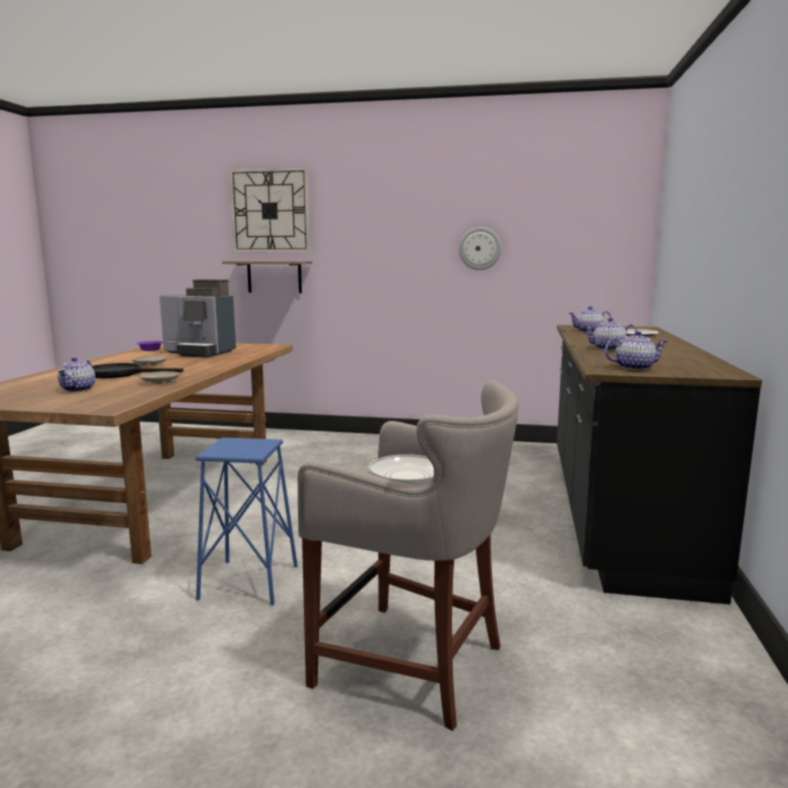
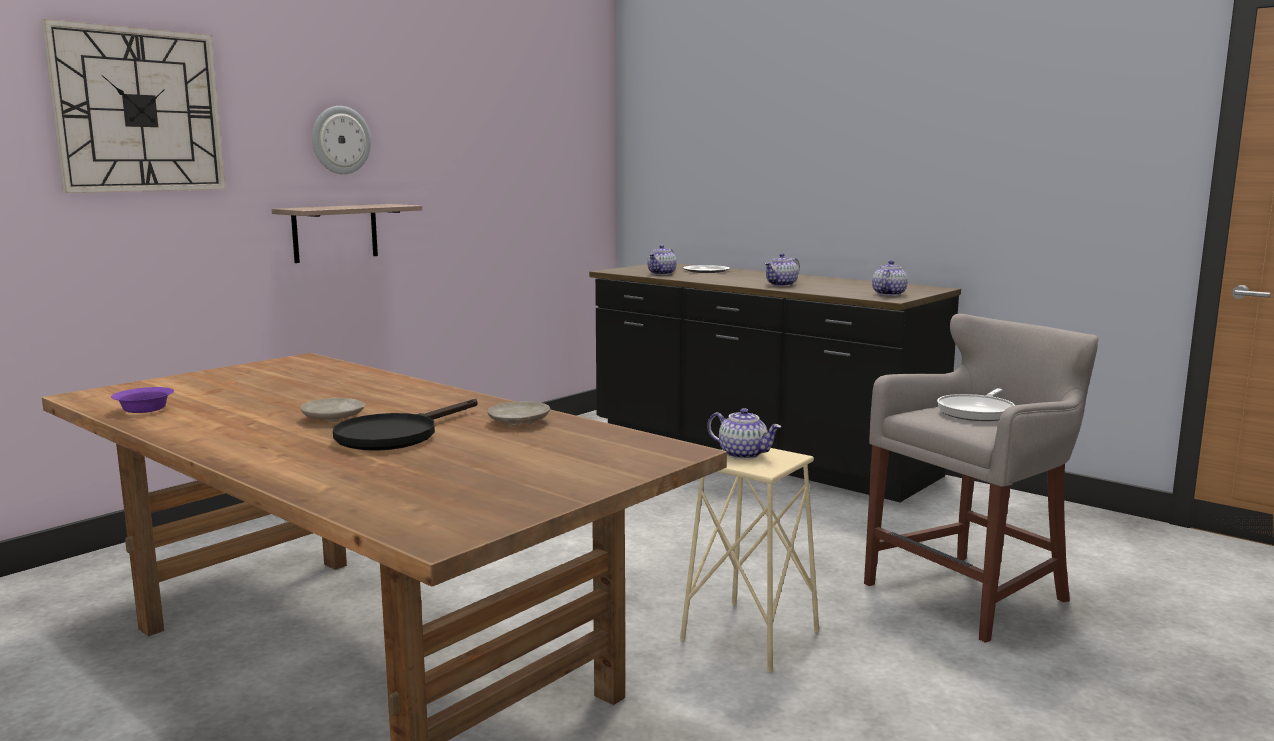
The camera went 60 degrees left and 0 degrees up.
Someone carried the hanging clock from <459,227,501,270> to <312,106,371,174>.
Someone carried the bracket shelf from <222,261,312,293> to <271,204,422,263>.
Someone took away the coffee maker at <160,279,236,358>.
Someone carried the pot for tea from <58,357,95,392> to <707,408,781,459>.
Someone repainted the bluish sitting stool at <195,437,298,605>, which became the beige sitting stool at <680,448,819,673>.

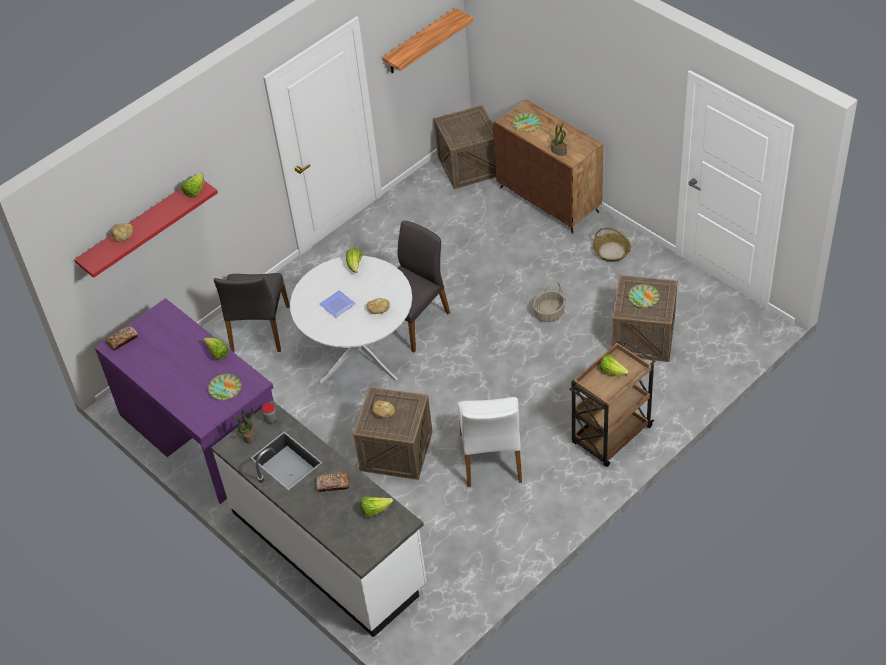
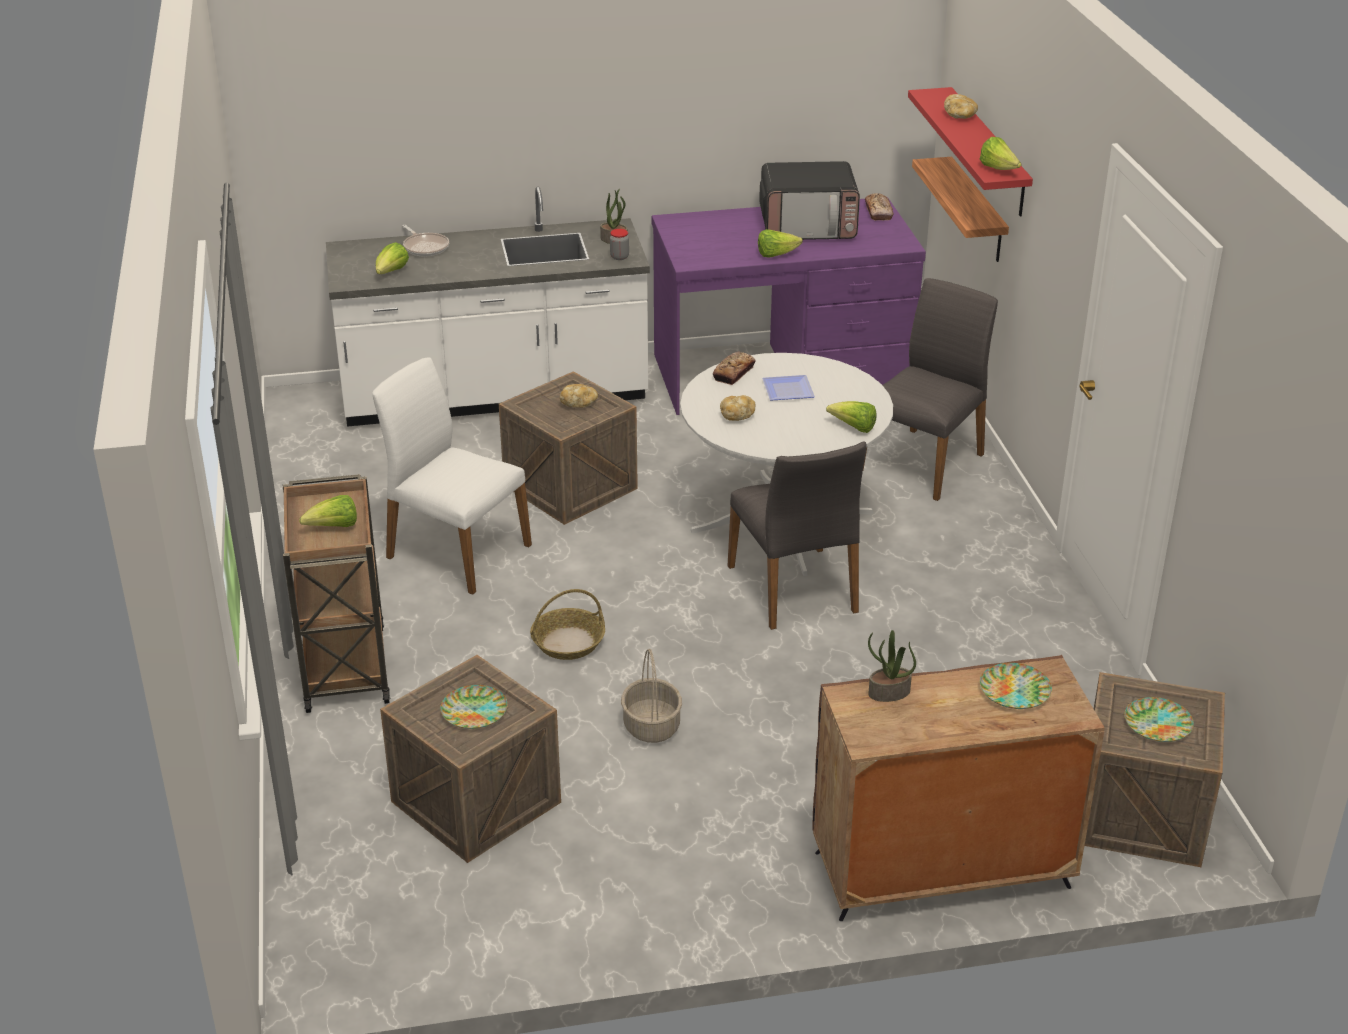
The camera went 120 degrees right and 15 degrees down.
Someone carried the bracket shelf from <382,8,473,73> to <912,157,1009,262>.
Someone carried the household basket from <593,228,631,262> to <530,589,605,660>.
Someone rotated the greyish plain chair at <214,273,290,352> by 90 degrees clockwise.
Someone carried the flat dish from <208,374,242,400> to <1125,697,1194,742>.
Someone carried the bread from <316,473,349,492> to <713,351,756,385>.
Someone put down the kitchen microwave at <759,161,860,240>.
Someone put down the pan at <402,225,449,256>.

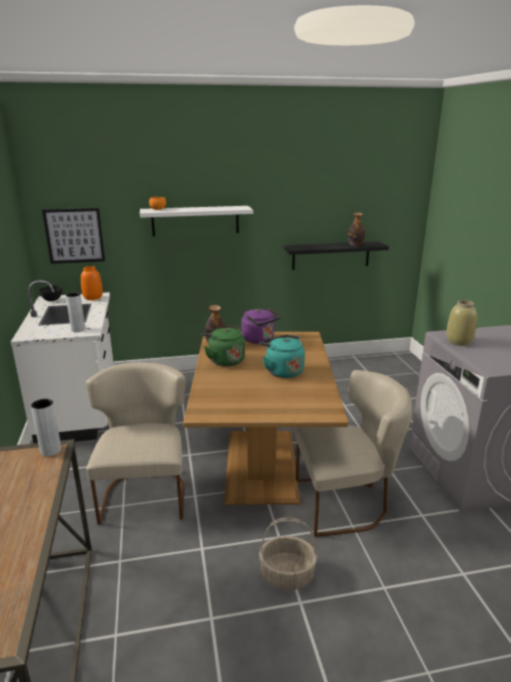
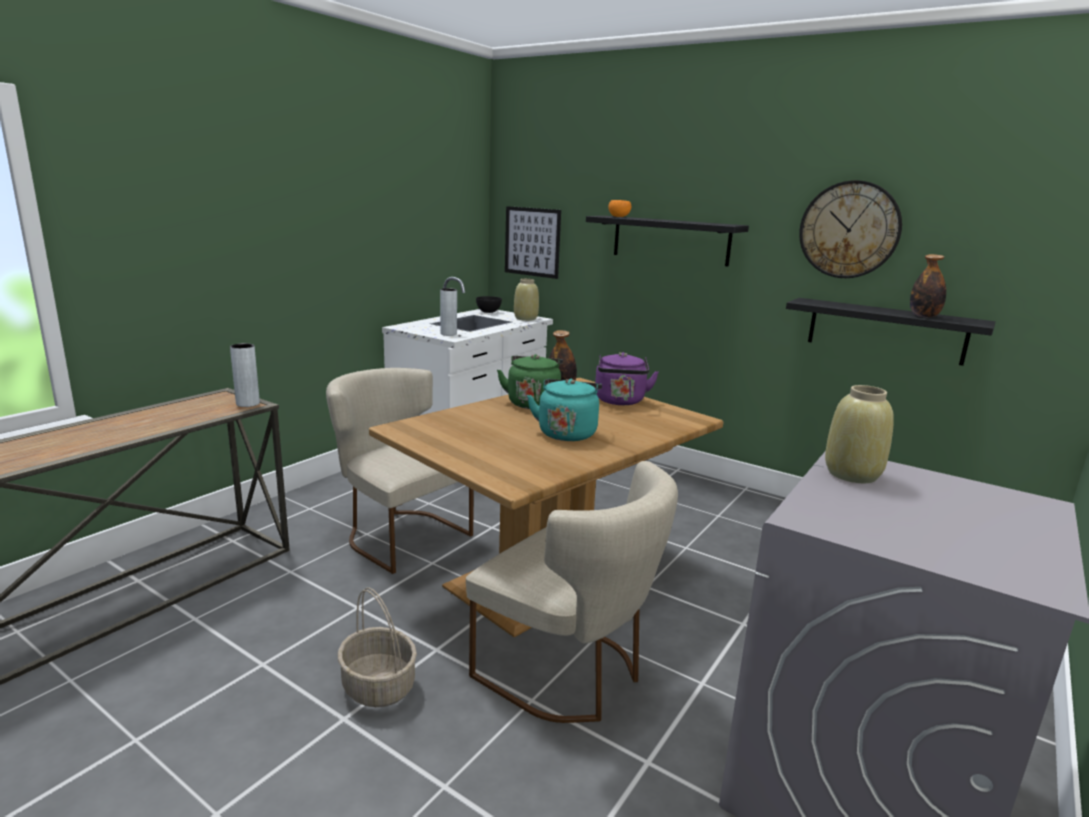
The camera went 45 degrees right and 5 degrees down.
Someone repainted the white bracket shelf at <140,206,253,236>, which became the black bracket shelf at <586,216,749,266>.
Someone repainted the orangey flower vase at <81,266,103,300>, which became the beige flower vase at <514,279,539,321>.
Someone rotated the beige plain chair at <86,362,186,525> by 90 degrees counterclockwise.
Someone put up the hanging clock at <799,180,902,278>.

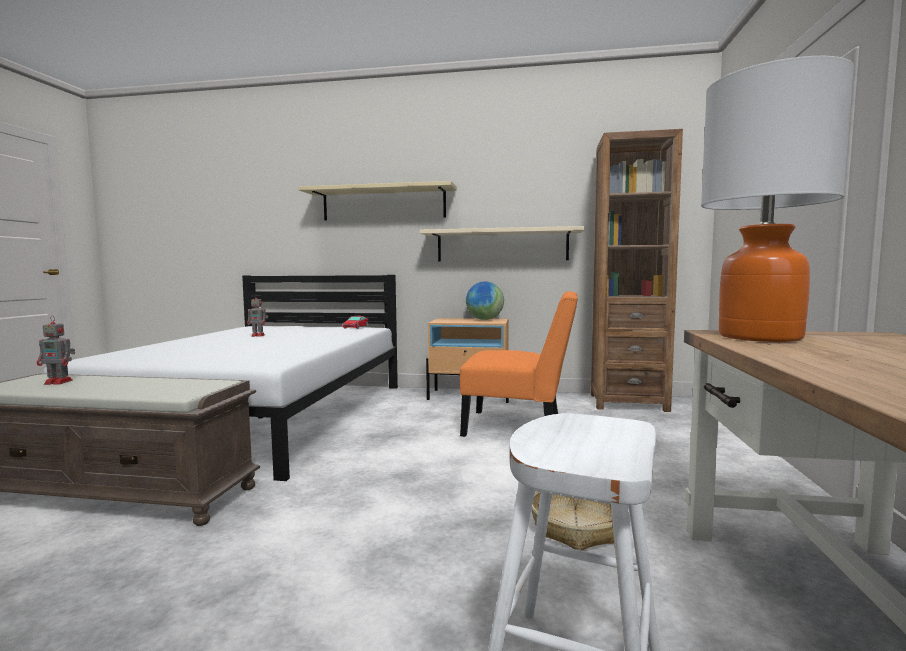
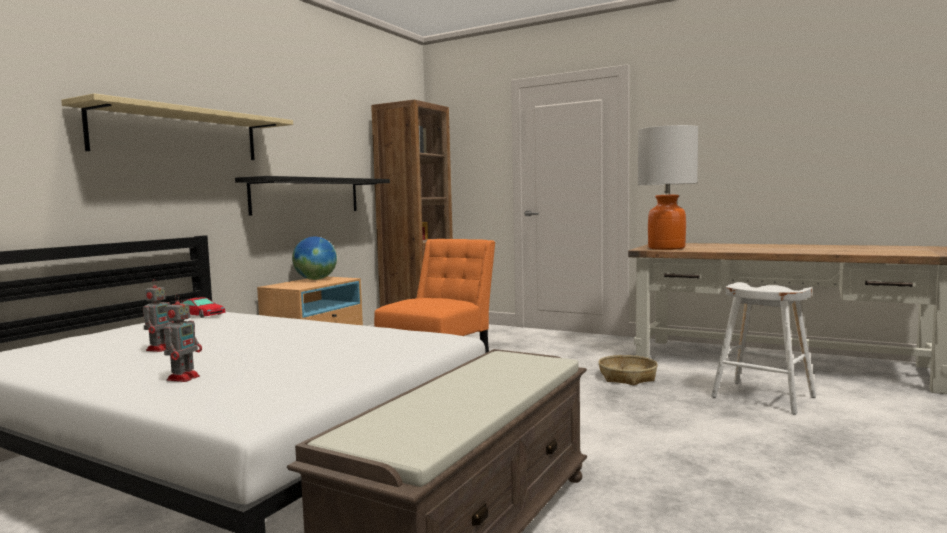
The camera went 70 degrees left and 0 degrees up.
Someone repainted the beige bracket shelf at <420,226,584,262>, which became the black bracket shelf at <235,176,390,216>.
Someone carried the robot figure from <37,316,75,385> to <164,294,202,382>.

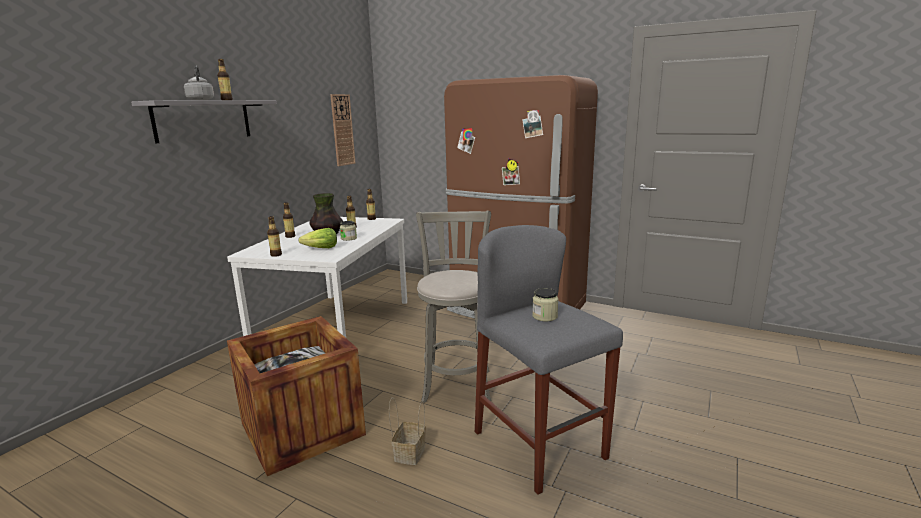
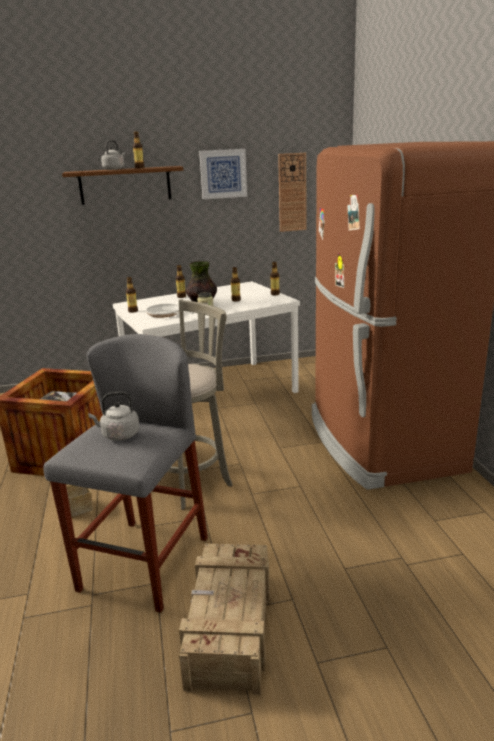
The camera went 50 degrees right and 5 degrees up.
Someone repainted the greyish bracket shelf at <131,100,277,143>, which became the brown bracket shelf at <62,166,183,205>.
Someone swapped the head of lettuce at <298,228,337,248> for the pan at <146,304,194,318>.
Someone swapped the preserve jar at <532,288,558,322> for the greyish kettle at <88,392,140,441>.
Someone put up the picture at <199,149,247,199>.
Someone put down the packing crate at <179,544,270,695>.

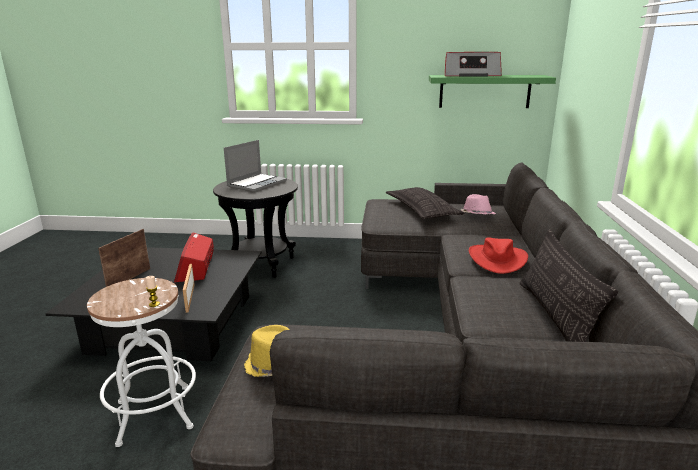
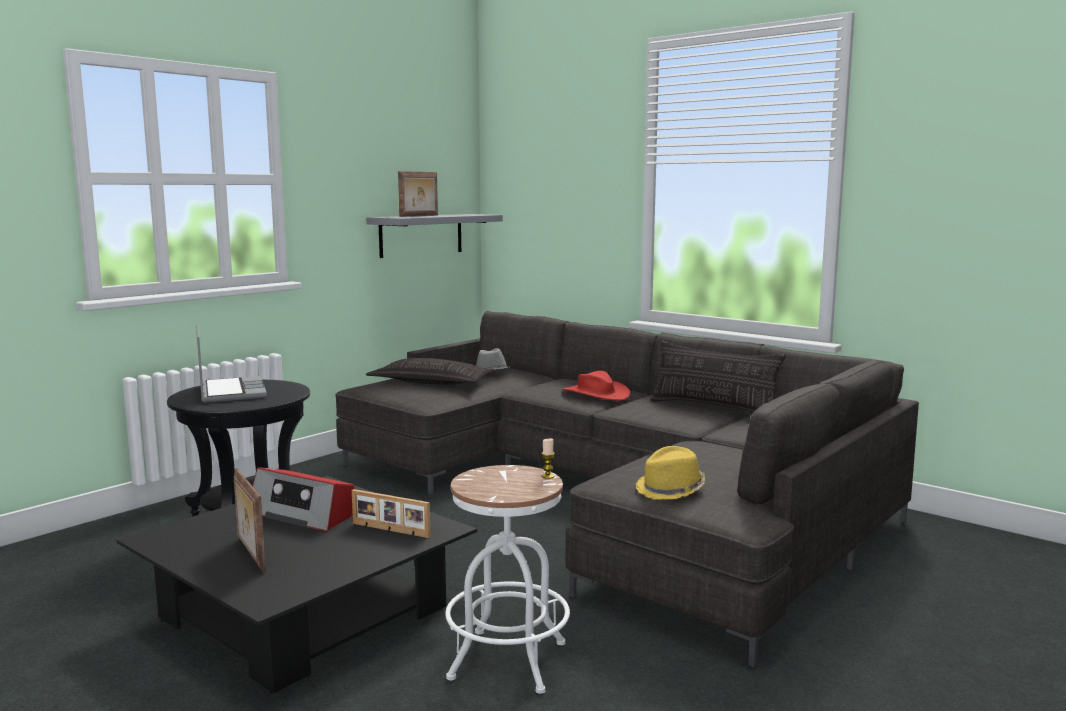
The camera went 55 degrees left and 10 degrees down.
Someone swapped the radio set at <445,52,502,77> for the standing frame at <398,171,438,217>.
Someone repainted the green bracket shelf at <429,75,556,108>, which became the greyish bracket shelf at <366,214,503,258>.
Someone repainted the pink wearable hat at <461,194,496,215>, which became the greyish wearable hat at <476,348,510,370>.

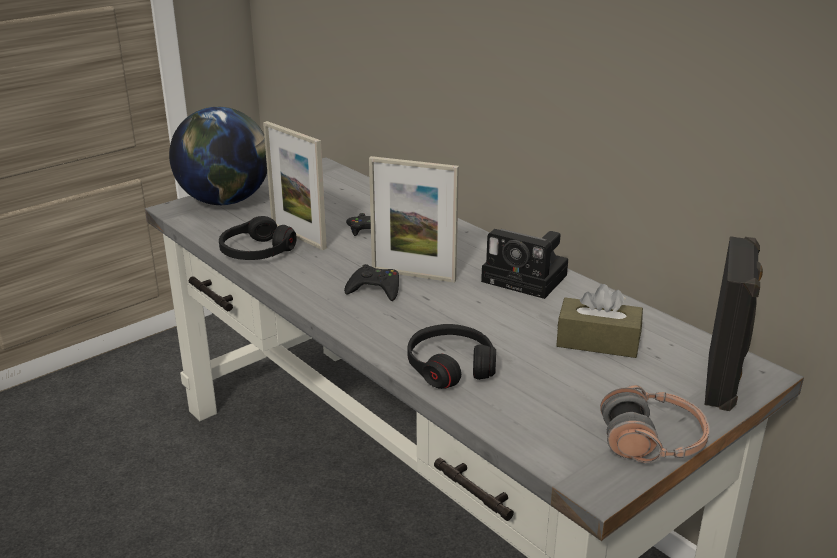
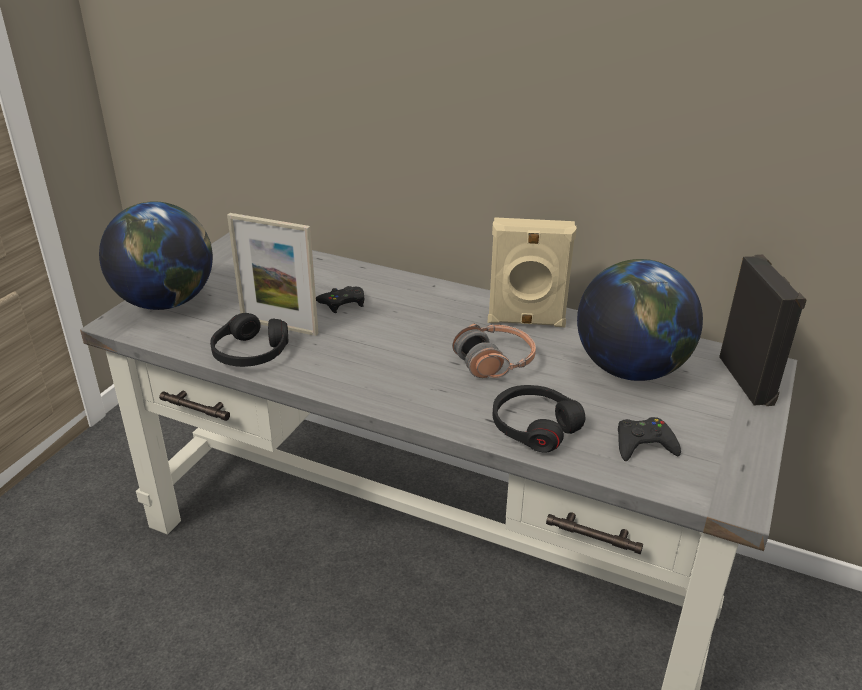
The camera went 25 degrees left and 5 degrees up.
Someone took away the standing frame at <369,156,459,283>.
Someone swapped the still camera at <481,229,568,299> for the beige loudspeaker at <488,217,577,327>.
Someone carried the black joypad from <344,264,399,301> to <618,417,681,461>.
Someone swapped the brown box of tissues at <556,284,643,358> for the world globe at <577,259,703,381>.
Someone carried the headphones from <600,385,710,463> to <452,324,536,378>.

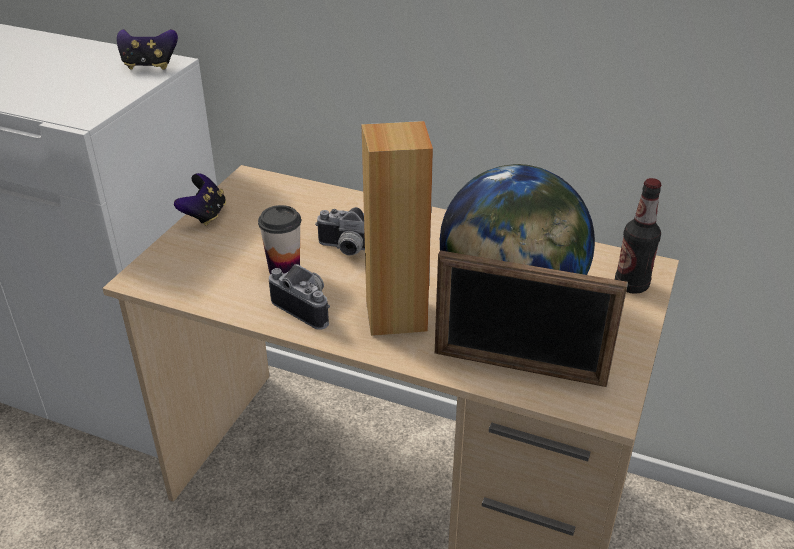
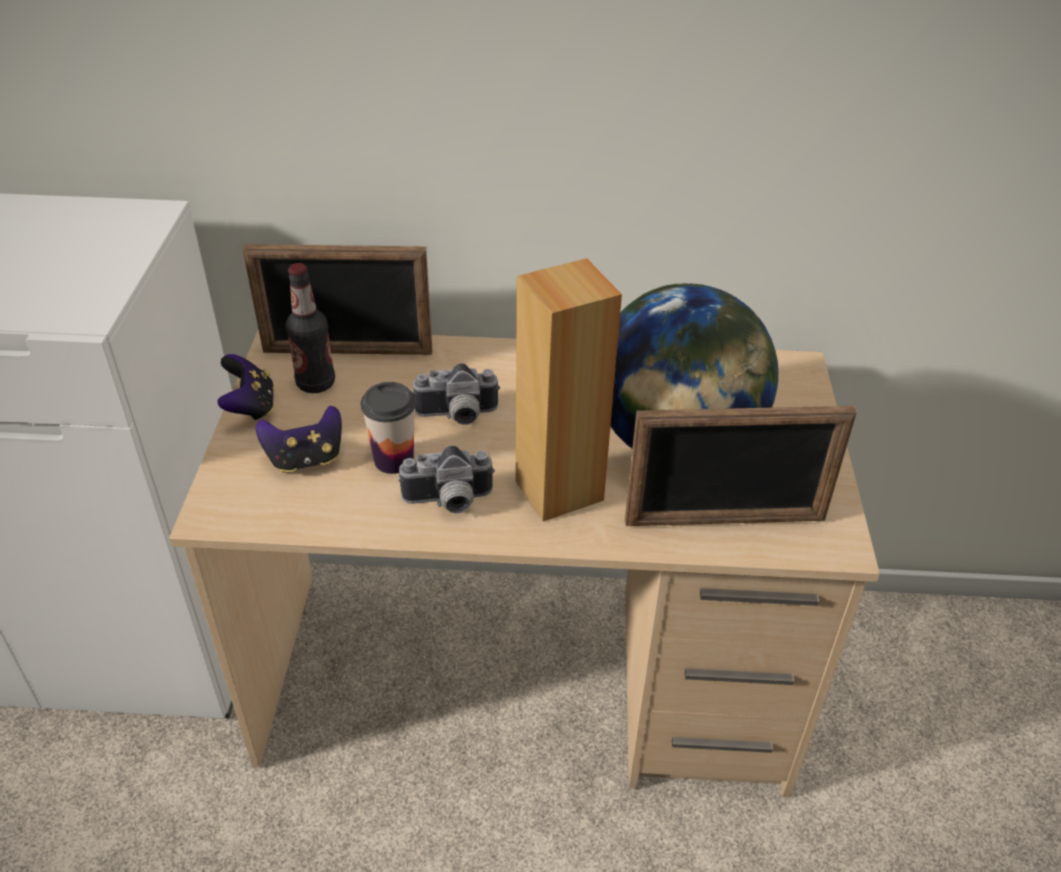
The camera went 20 degrees left and 5 degrees up.
Someone carried the joypad from <117,29,178,70> to <256,406,342,472>.
Someone carried the beverage bottle from <615,178,662,294> to <286,263,335,393>.
Someone rotated the still camera at <269,264,330,330> by 150 degrees clockwise.
Someone put down the standing frame at <243,244,433,355>.

